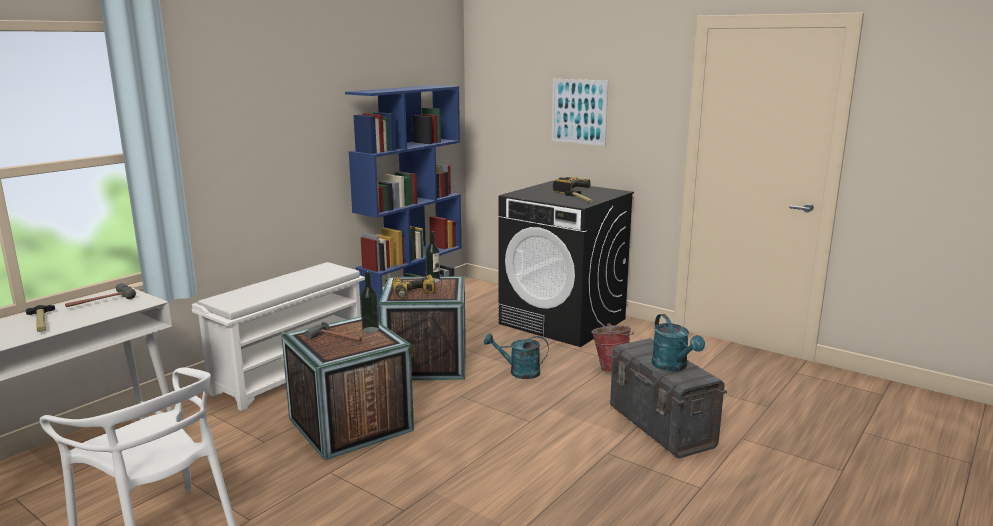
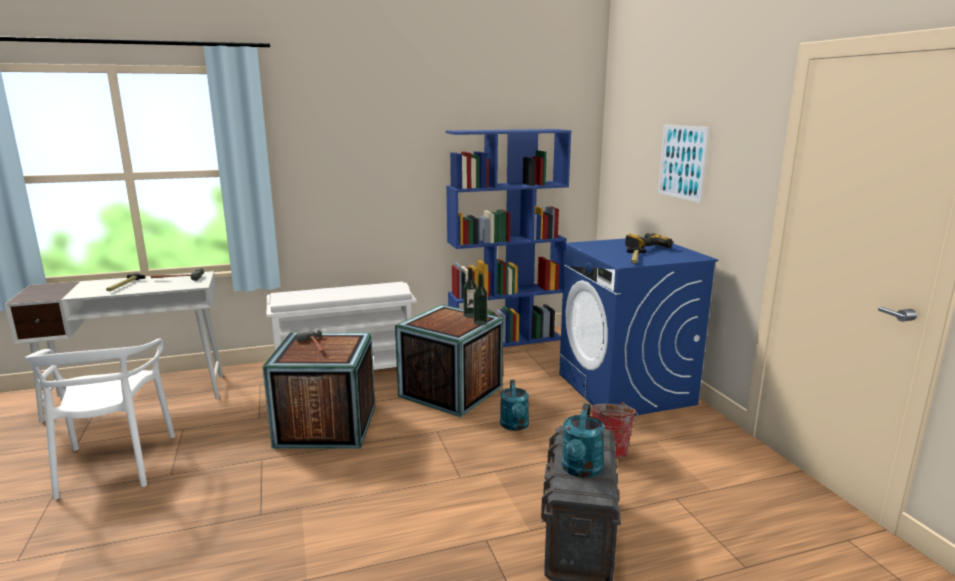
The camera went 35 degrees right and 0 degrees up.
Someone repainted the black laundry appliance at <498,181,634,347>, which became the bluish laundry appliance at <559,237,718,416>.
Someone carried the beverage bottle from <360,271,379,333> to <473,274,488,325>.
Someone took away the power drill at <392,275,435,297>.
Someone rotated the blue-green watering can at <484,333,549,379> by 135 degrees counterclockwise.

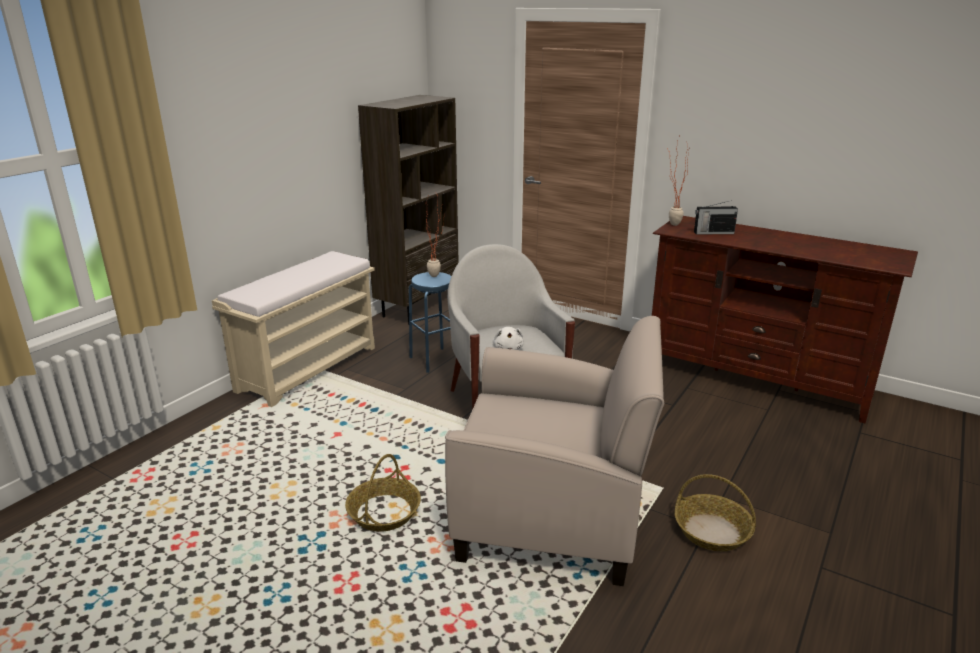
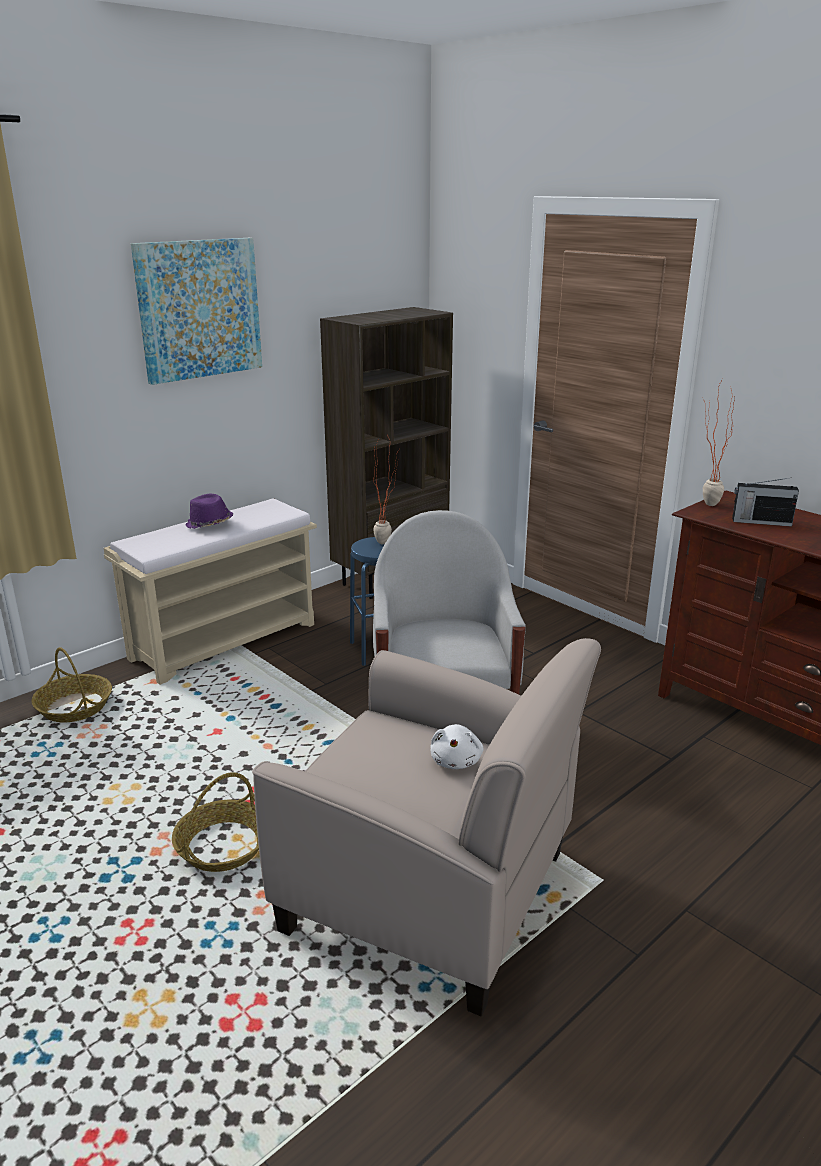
The camera went 15 degrees right and 0 degrees up.
Someone carried the white cuddly toy from <492,327,524,350> to <431,724,483,769>.
Someone carried the household basket from <675,474,756,551> to <31,647,112,722>.
Someone put up the picture at <131,238,262,385>.
Someone put down the purple-coloured wearable hat at <186,494,233,529>.

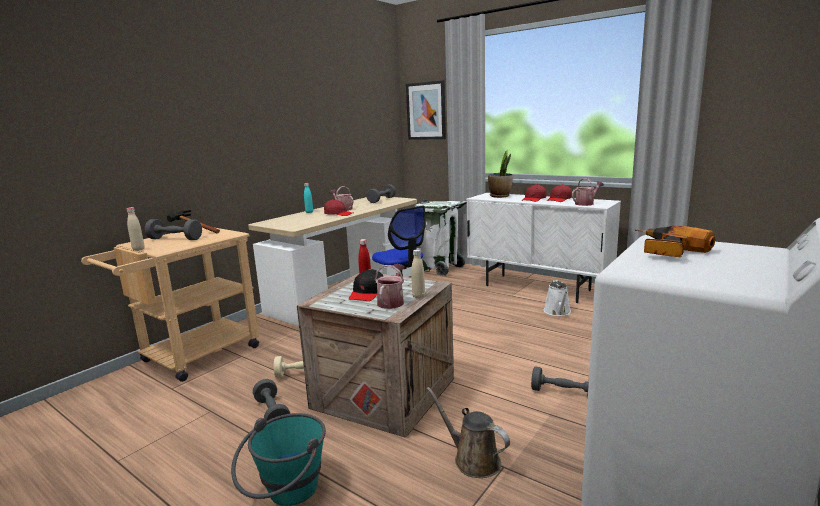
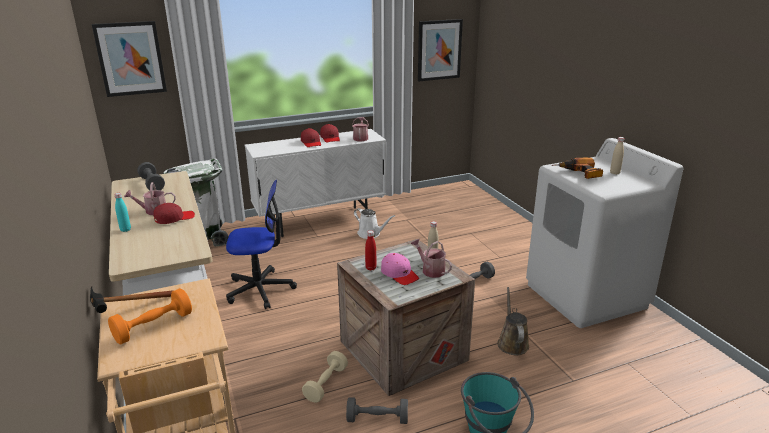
The camera went 60 degrees left and 10 degrees up.
Someone took away the houseplant at <488,150,513,198>.
Someone carried the beige beverage bottle from <127,207,144,251> to <610,137,624,175>.
Someone repainted the greyish dumbbell at <145,219,202,240>, which became the orangey dumbbell at <108,288,192,345>.
Someone repainted the black peaked cap at <349,269,383,301>, which became the pink peaked cap at <381,253,419,285>.
Someone rotated the brown watering can at <426,387,510,478> by 105 degrees clockwise.
Someone put up the picture at <418,19,463,81>.

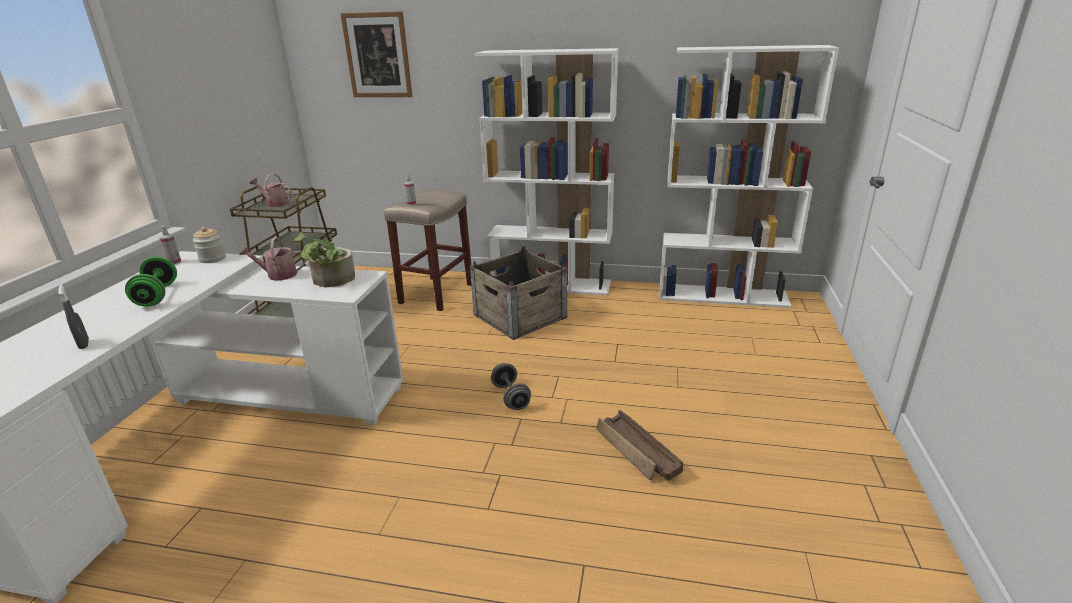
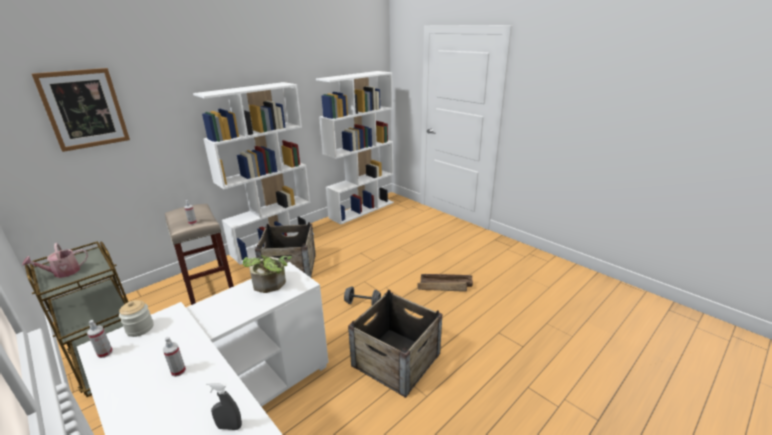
The camera went 55 degrees left and 0 degrees up.
Someone took away the watering can at <239,236,307,281>.
Someone swapped the green dumbbell at <125,257,177,307> for the spray bottle at <163,337,186,377>.
Someone put down the packing crate at <348,290,442,398>.

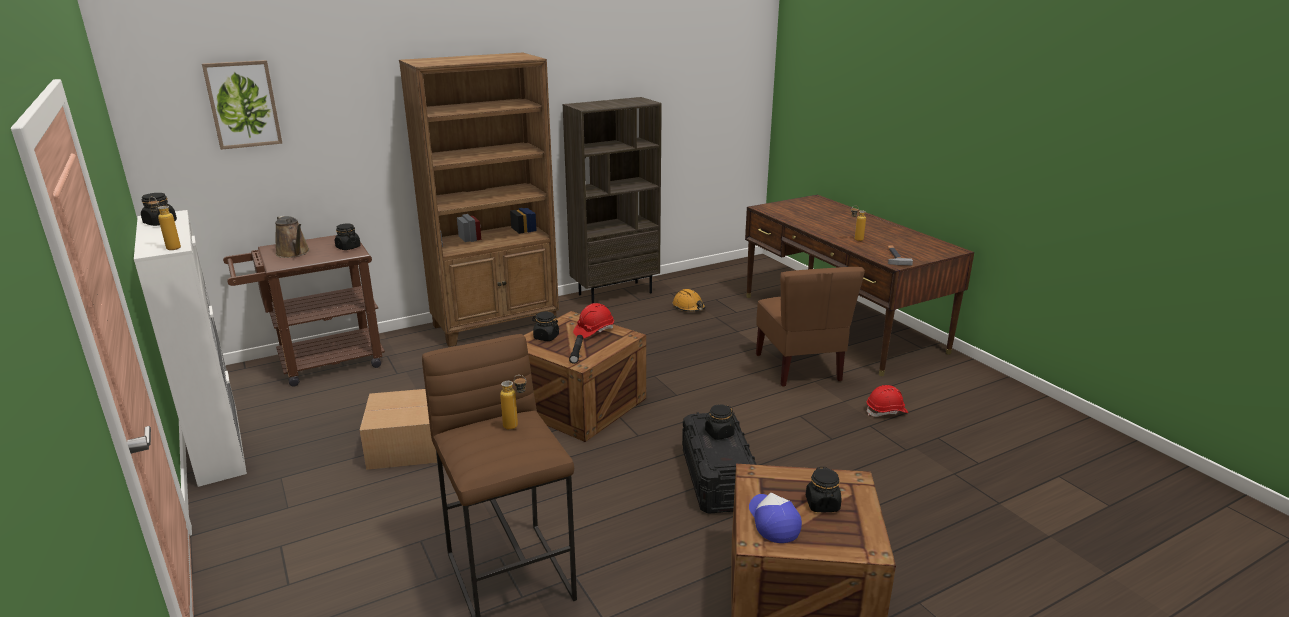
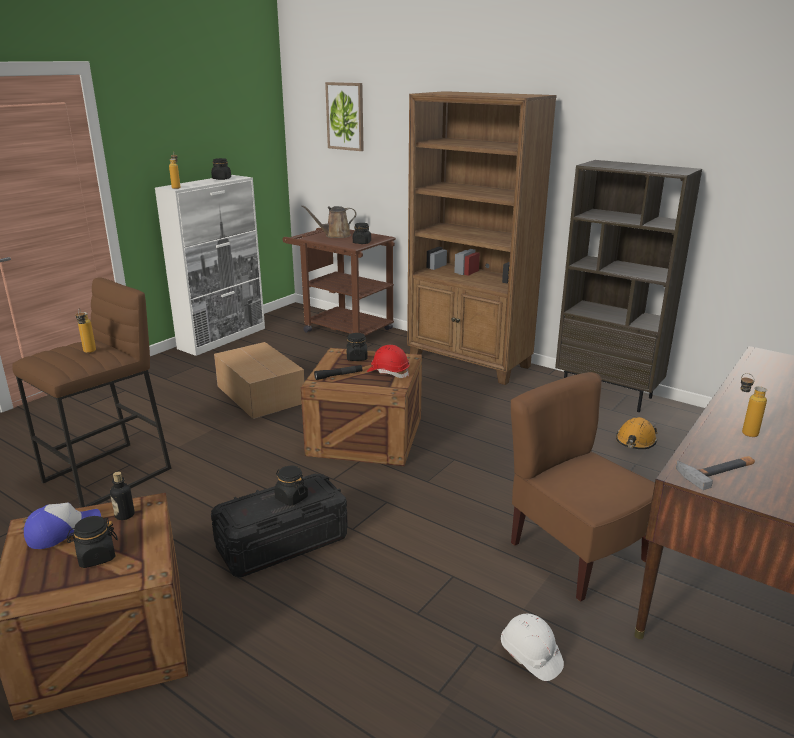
The camera went 65 degrees right and 0 degrees up.
Someone rotated the brown watering can at <275,215,310,258> by 45 degrees clockwise.
Someone rotated the brown plain chair at <756,267,865,387> by 90 degrees clockwise.
Someone repainted the red-coloured hard hat at <867,385,908,417>, which became the white hard hat at <501,614,564,681>.
Someone put down the beverage bottle at <110,472,135,520>.

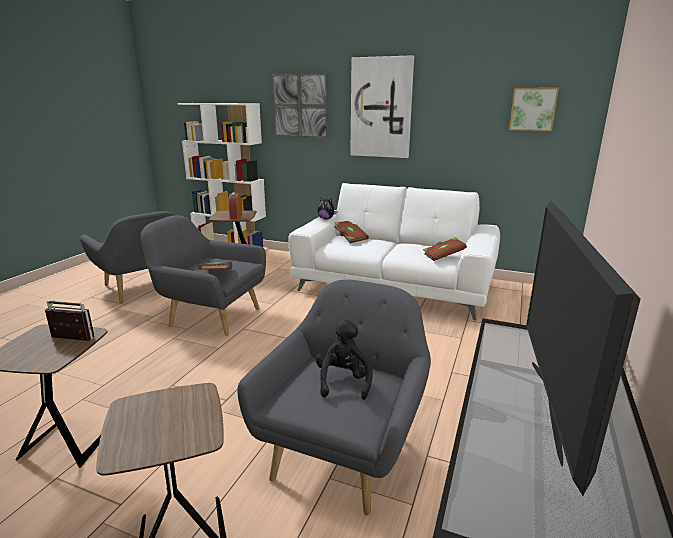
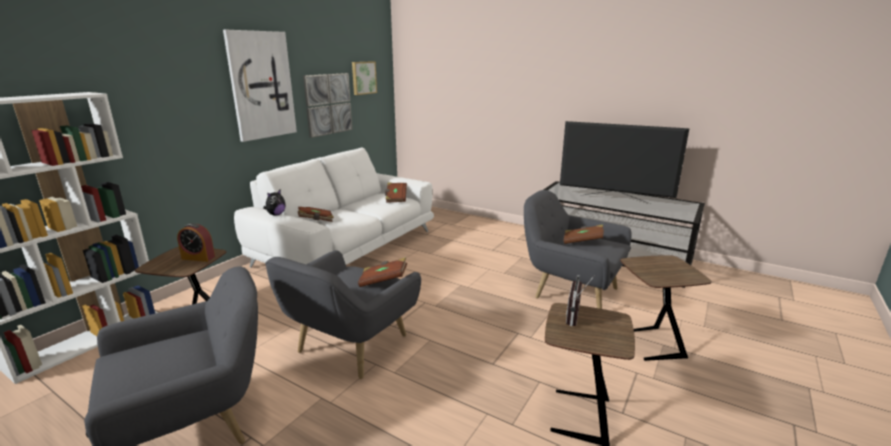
The camera went 80 degrees left and 0 degrees up.
Someone carried the picture from <273,74,328,138> to <303,73,352,138>.
Someone swapped the black cuddly toy at <316,319,372,400> for the brown book at <563,224,604,244>.

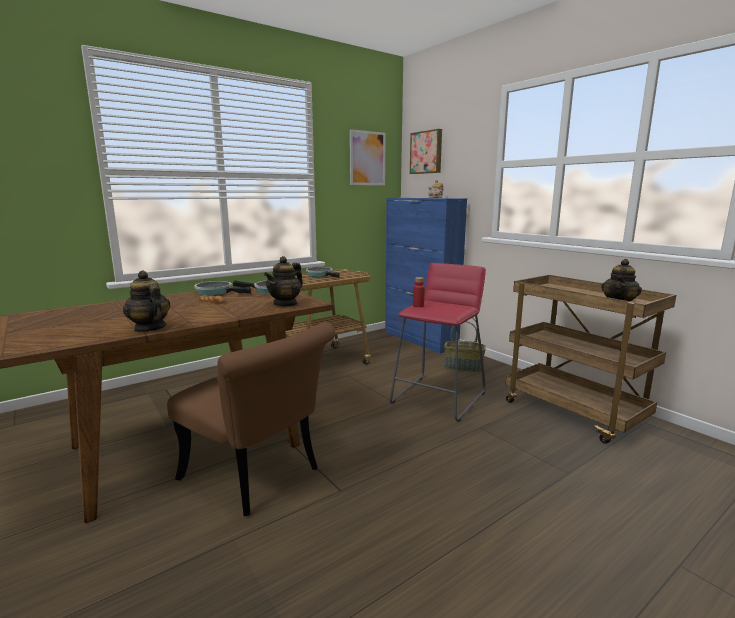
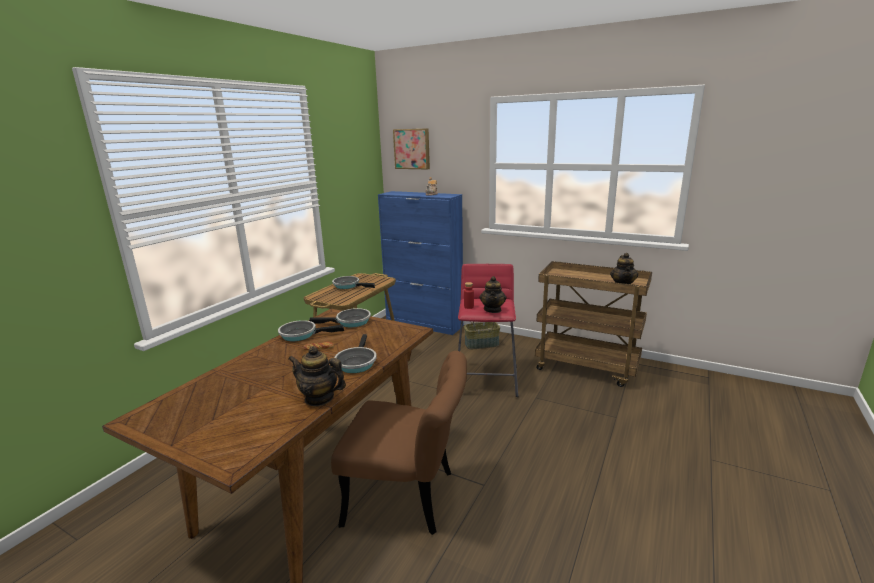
The camera went 25 degrees left and 5 degrees up.
Someone took away the picture at <350,129,386,185>.
Someone carried the pot for tea from <264,256,303,307> to <479,276,507,313>.
Someone put down the pan at <334,334,377,373>.

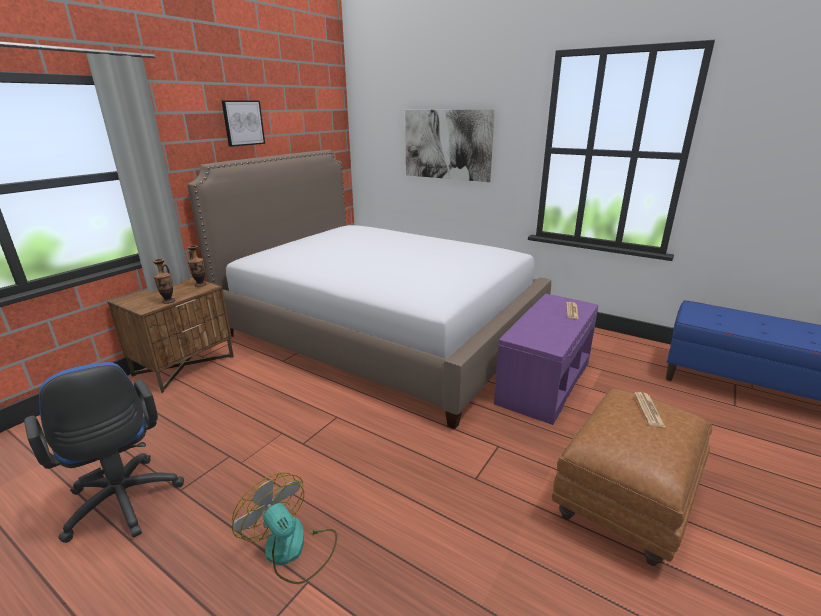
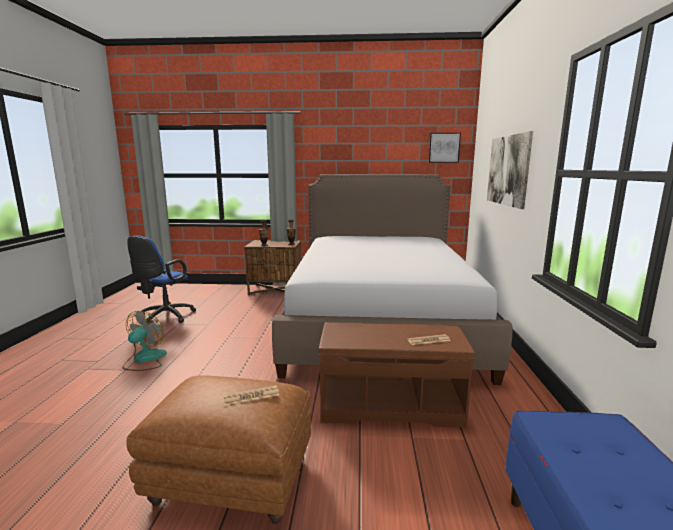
The camera went 60 degrees right and 10 degrees down.
Someone carried the picture from <222,100,265,147> to <429,133,461,163>.
Someone repainted the purple-coloured long seat at <494,294,598,425>, which became the brown long seat at <319,322,475,428>.

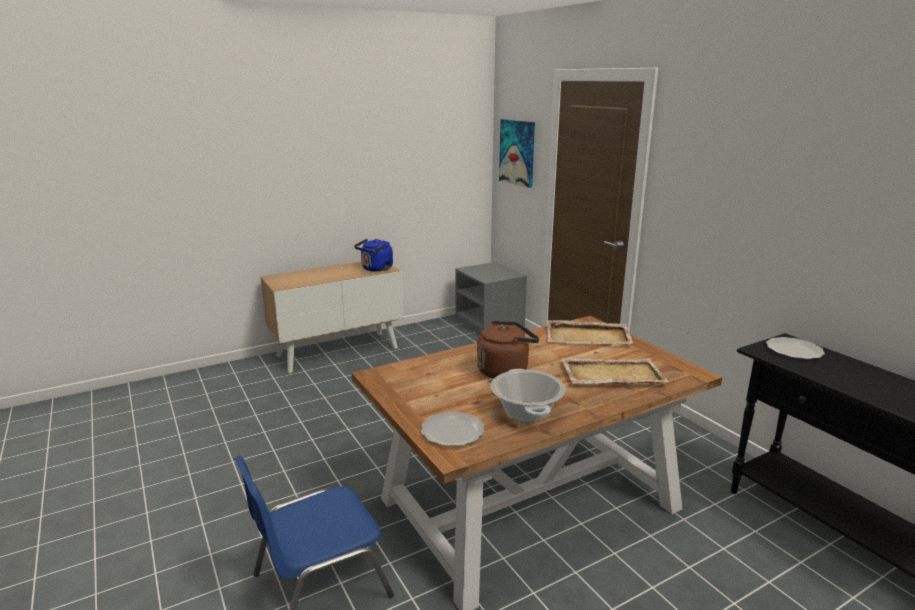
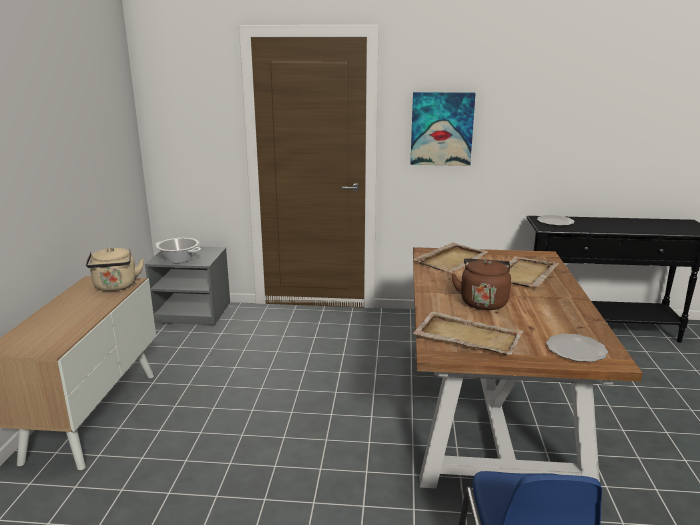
The camera went 55 degrees left and 0 degrees up.
Someone carried the picture from <499,119,535,188> to <410,92,476,166>.
Someone repainted the bluish kettle at <354,239,393,272>, which became the beige kettle at <86,247,144,291>.
Someone carried the cooking pot from <491,369,566,422> to <156,238,201,263>.
Someone put down the beige tray at <413,311,524,355>.

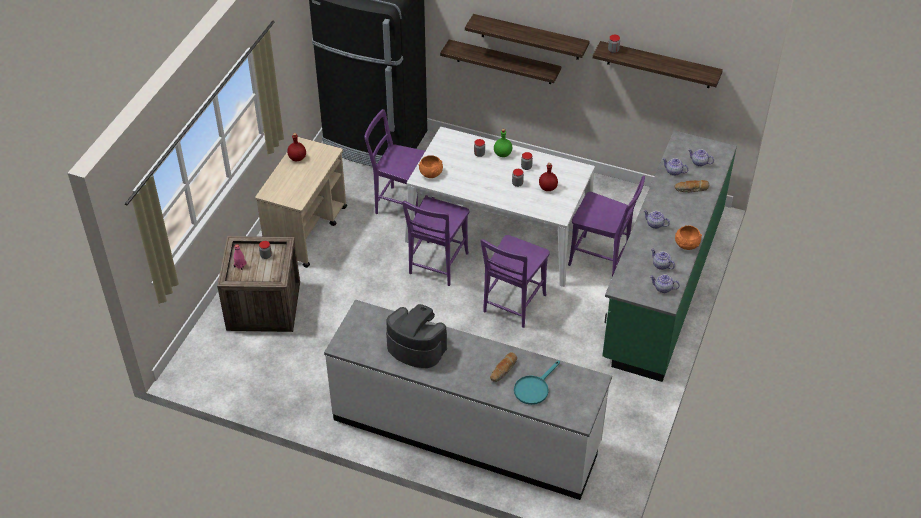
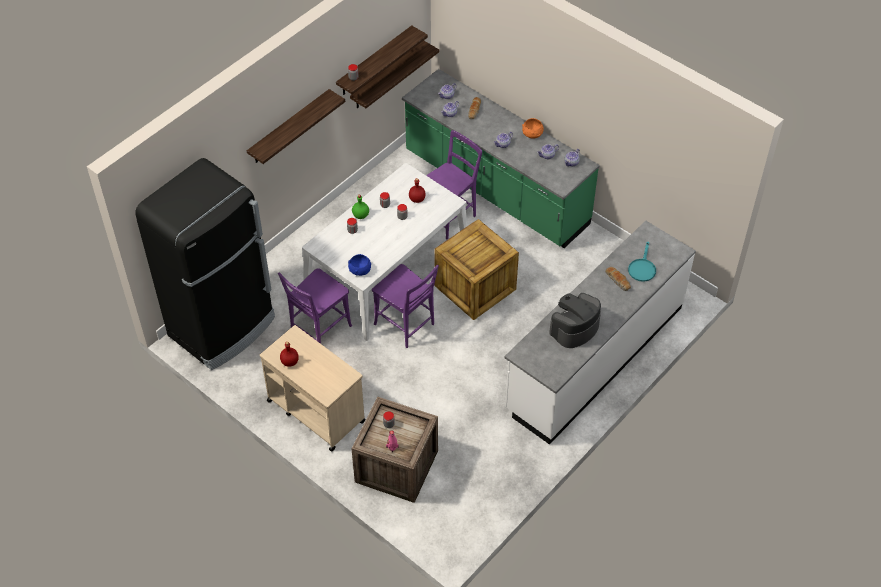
The camera went 70 degrees left and 5 degrees up.
Someone carried the bracket shelf from <440,39,561,84> to <350,41,439,109>.
Someone repainted the orangey bowl at <418,155,443,178>, which became the bluish bowl at <348,254,371,276>.
Someone swapped the purple-coloured plain chair at <481,235,550,328> for the packing crate at <434,219,519,320>.
Someone rotated the blue-green pan at <514,361,560,405> by 45 degrees clockwise.

